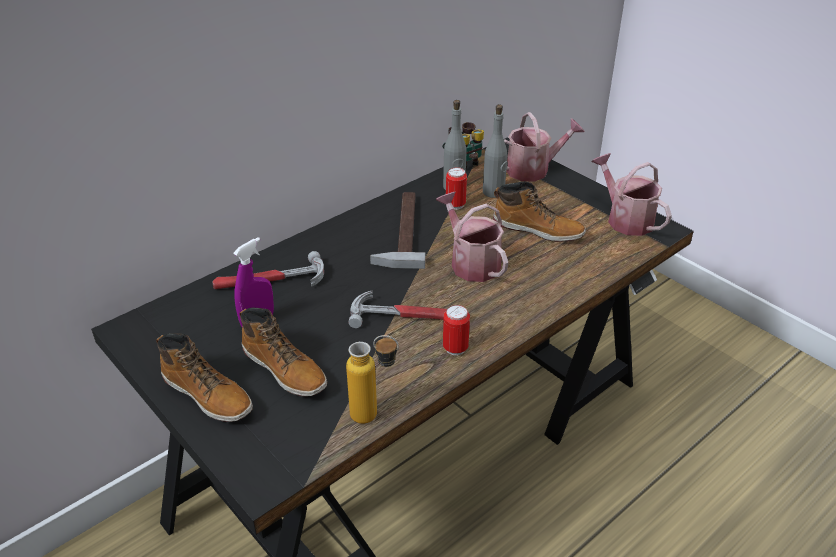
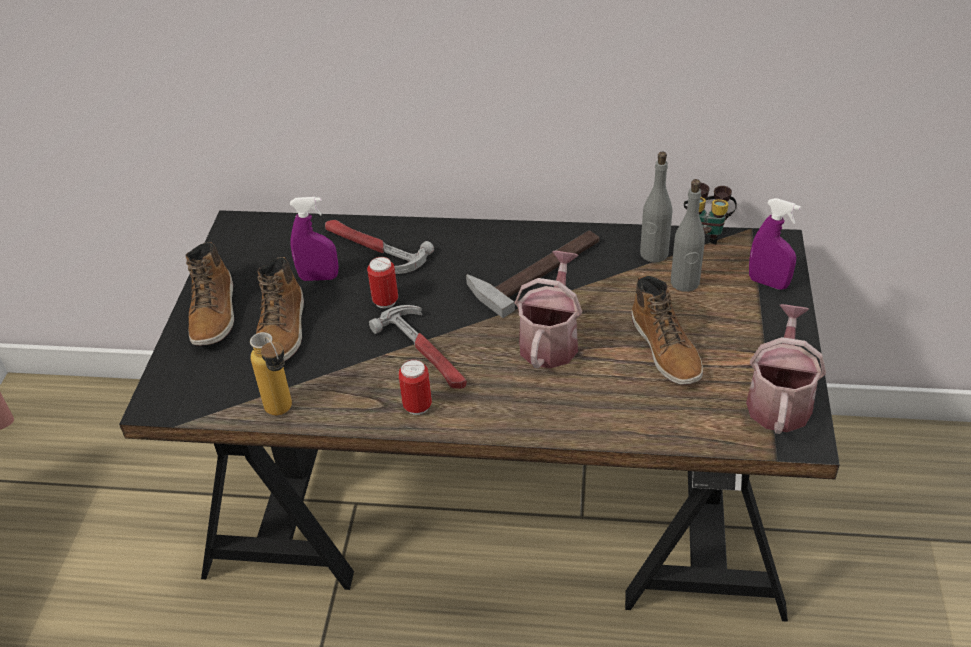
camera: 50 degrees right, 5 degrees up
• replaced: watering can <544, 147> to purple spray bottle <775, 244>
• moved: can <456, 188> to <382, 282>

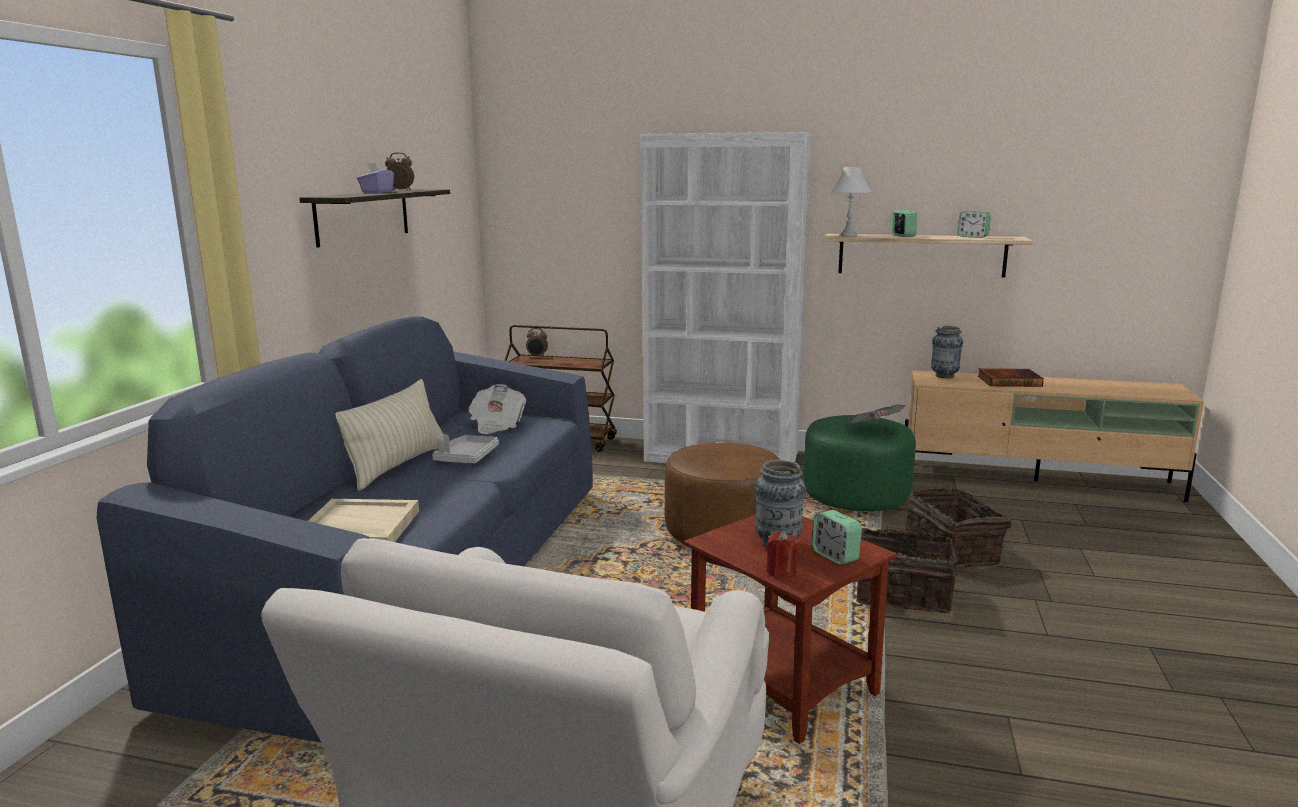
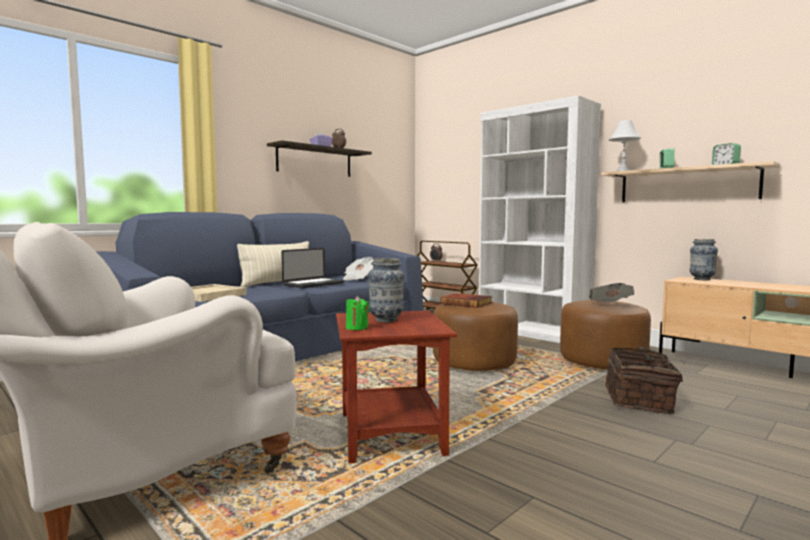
camera: 30 degrees right, 10 degrees down
• moved: book <1011, 377> to <466, 300>
• recoloured: green ottoman <859, 463> to brown ottoman <605, 334>
• replaced: grey tray <465, 448> to laptop <312, 268>
• removed: alarm clock <837, 537>
• removed: basket <907, 569>
• recoloured: red candle <782, 554> to green candle <357, 313>

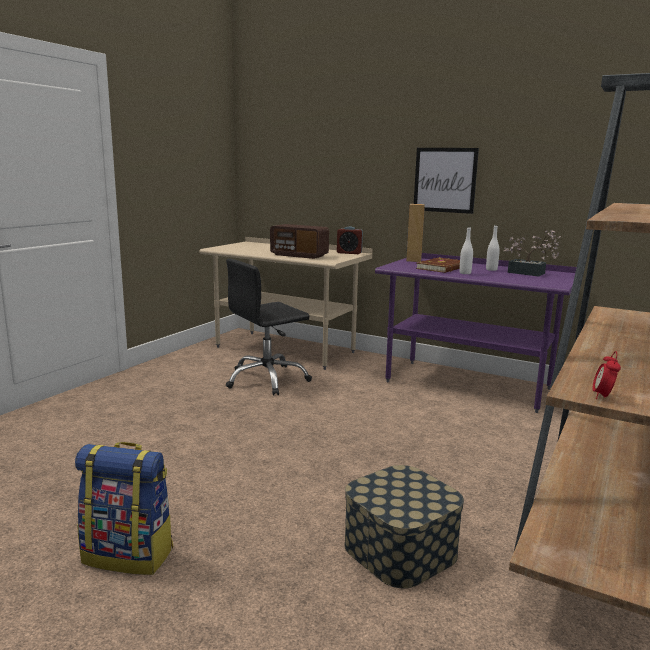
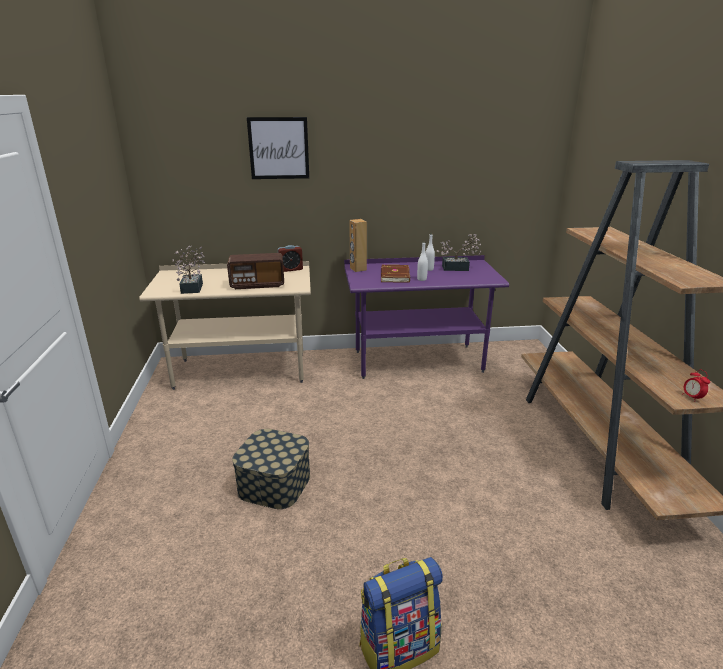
camera: 35 degrees left, 10 degrees up
• moved: picture <446, 181> to <278, 148>
• removed: black office chair <269, 327>
• moved: storage box <404, 526> to <271, 469>
• added: potted plant <189, 269>

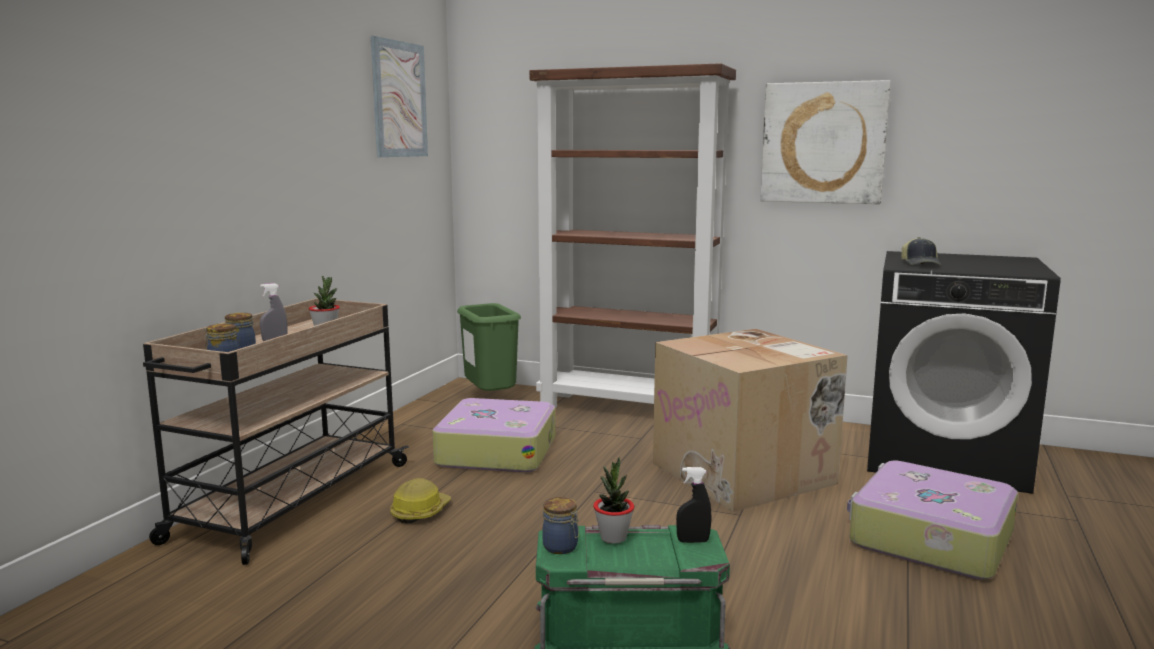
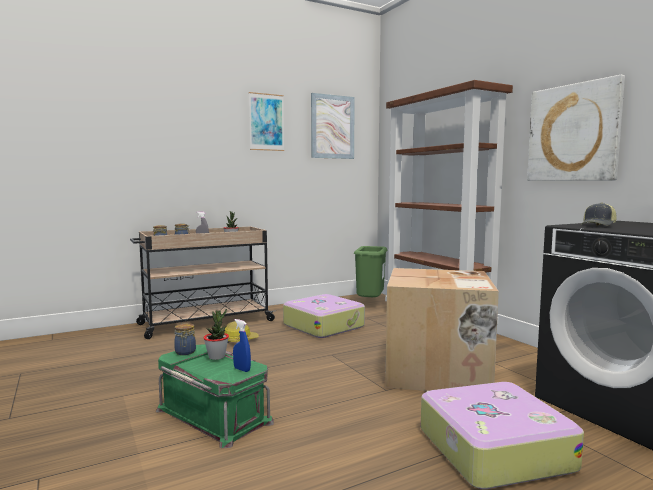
camera: 40 degrees right, 5 degrees down
• recoloured: black spray bottle <694, 505> to blue spray bottle <242, 345>
• added: picture <266, 121>

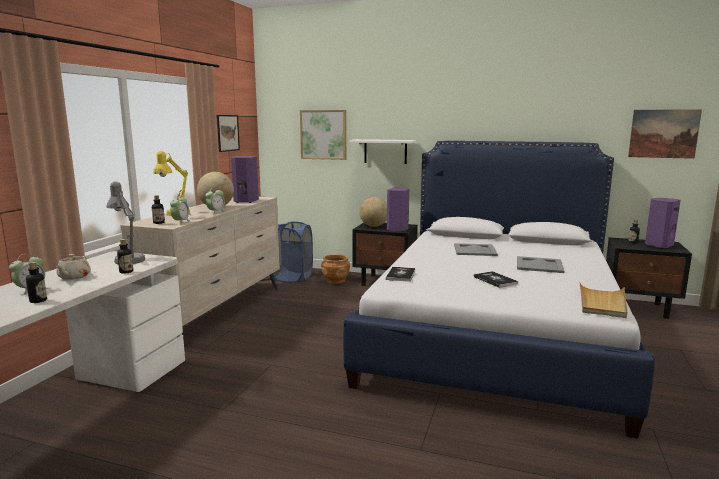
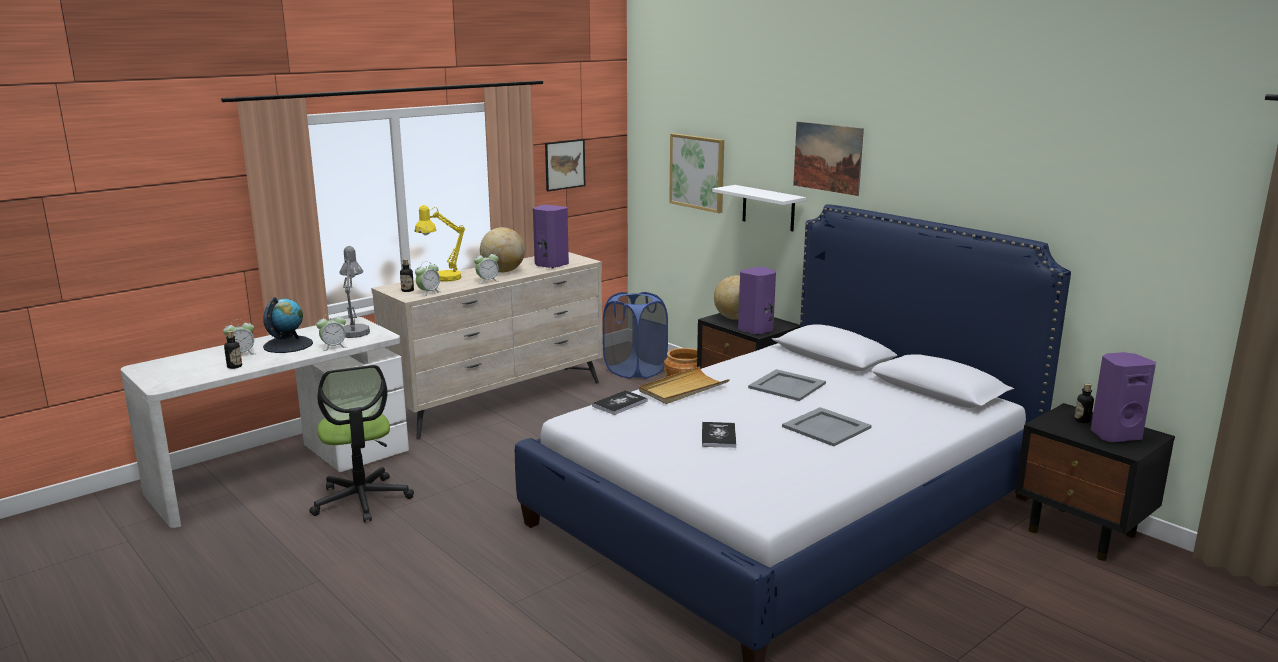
camera: 30 degrees right, 5 degrees up
• moved: picture <665, 134> to <828, 159>
• replaced: bottle <125, 256> to alarm clock <331, 332>
• replaced: beige teapot <73, 267> to globe <288, 325>
• moved: beige tray <603, 300> to <684, 385>
• added: office chair <361, 443>

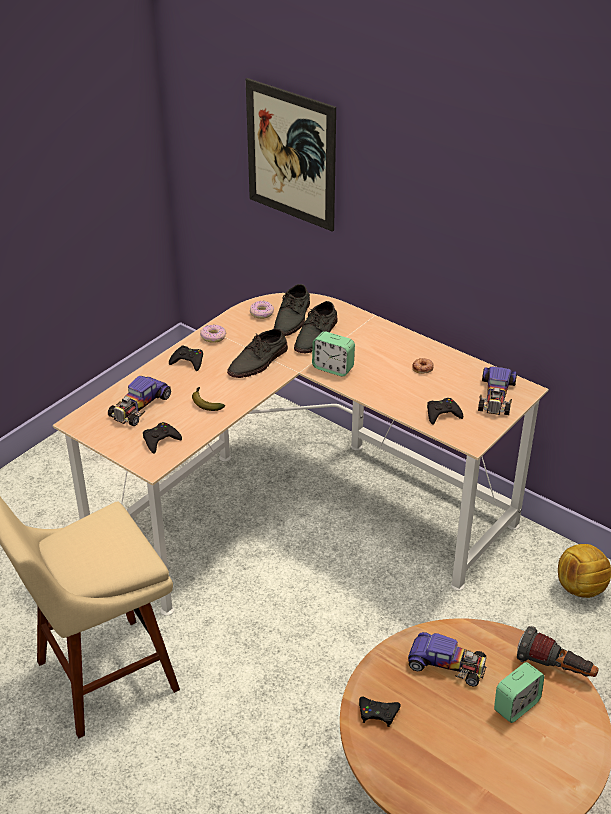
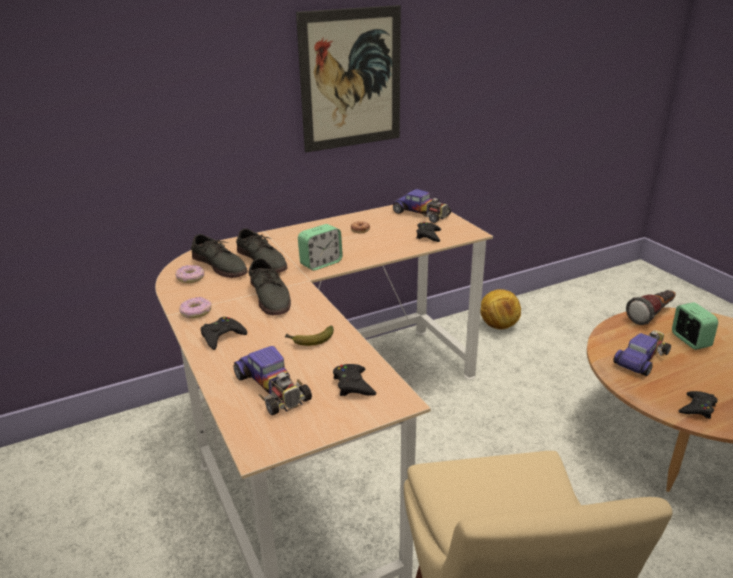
camera: 65 degrees left, 10 degrees down
• moved: picture <291, 155> to <348, 78>

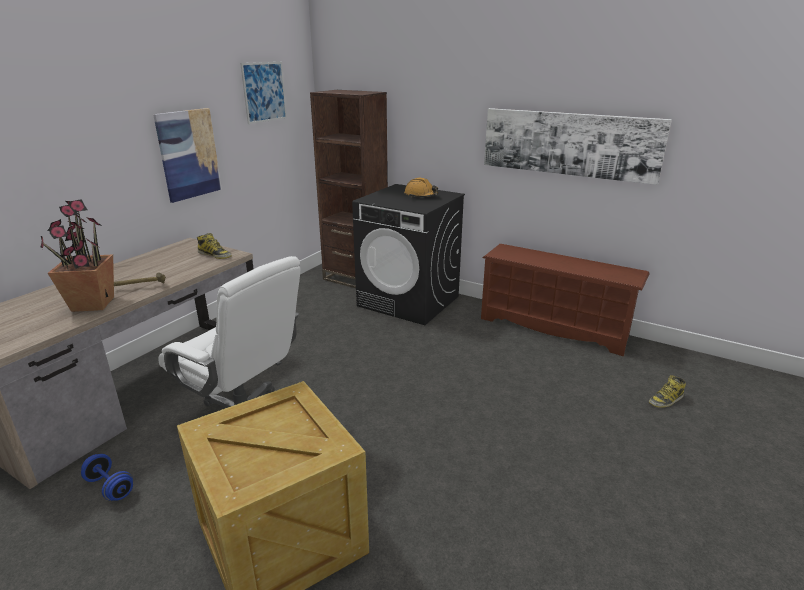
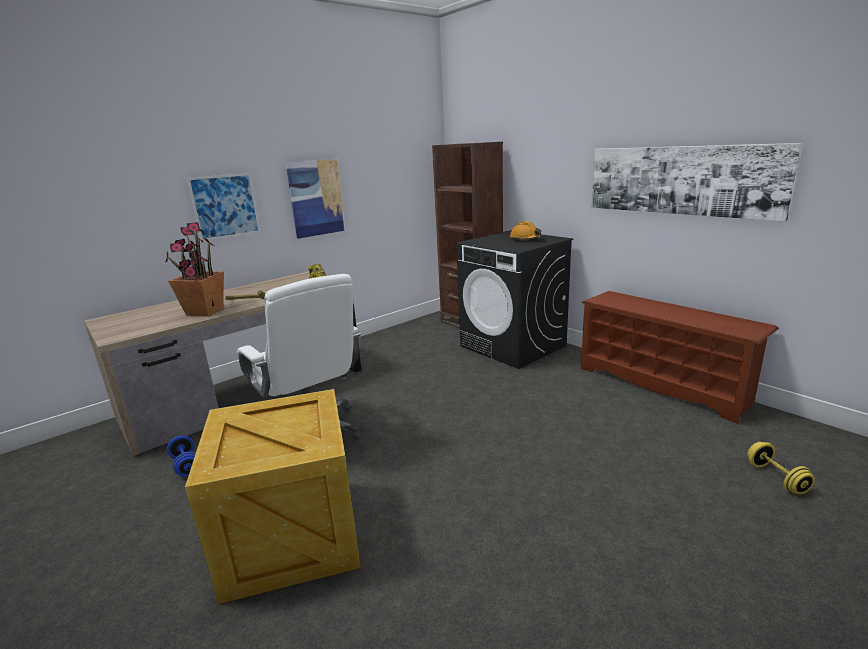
camera: 20 degrees right, 5 degrees down
• moved: picture <263, 93> to <224, 207>
• replaced: boot <667, 391> to yellow dumbbell <781, 468>

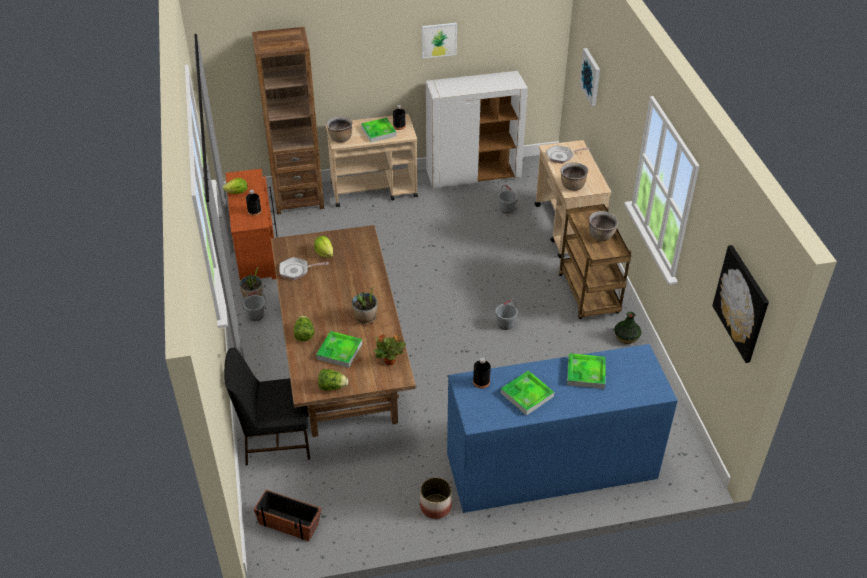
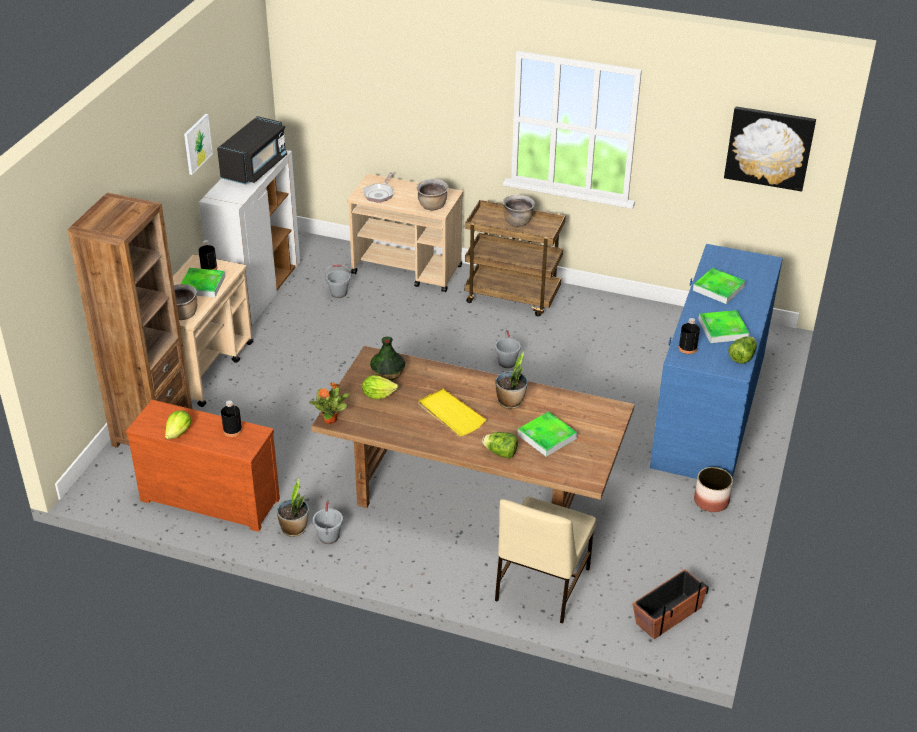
camera: 60 degrees left, 5 degrees down
• removed: picture <589, 77>
• removed: frying pan <304, 268>
• moved: vase <628, 328> to <387, 359>
• moved: potted plant <390, 349> to <329, 403>
• recoloured: black chair <267, 406> to beige chair <545, 560>
• moved: lettuce <333, 380> to <742, 350>
• added: black microwave <252, 150>
• added: yellow tray <452, 412>

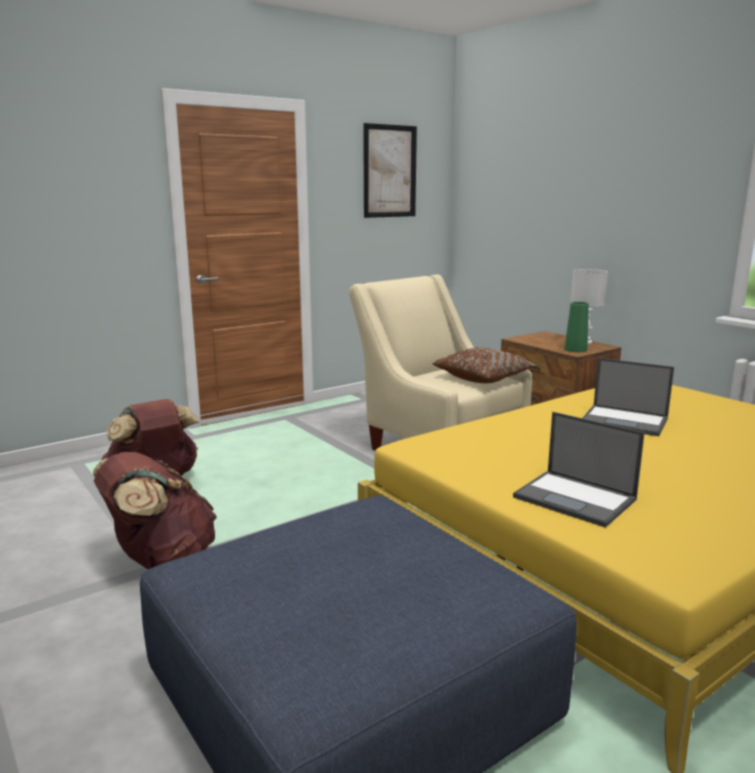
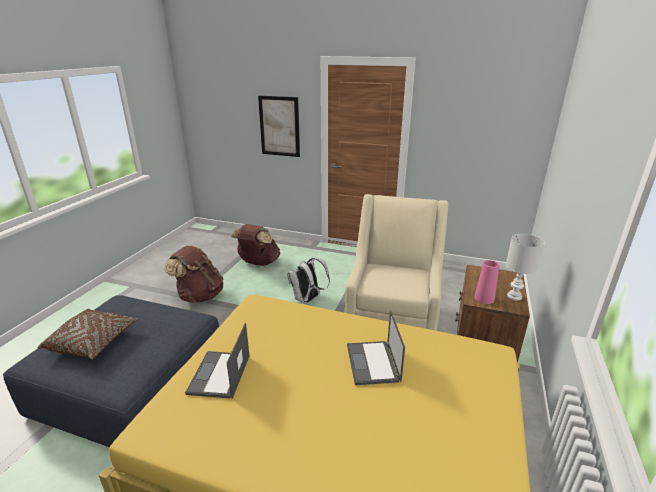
camera: 55 degrees right, 10 degrees up
• moved: picture <390, 170> to <279, 126>
• recoloured: green vase <576, 327> to pink vase <487, 282>
• moved: brown pillow <484, 365> to <88, 334>
• added: white backpack <308, 281>

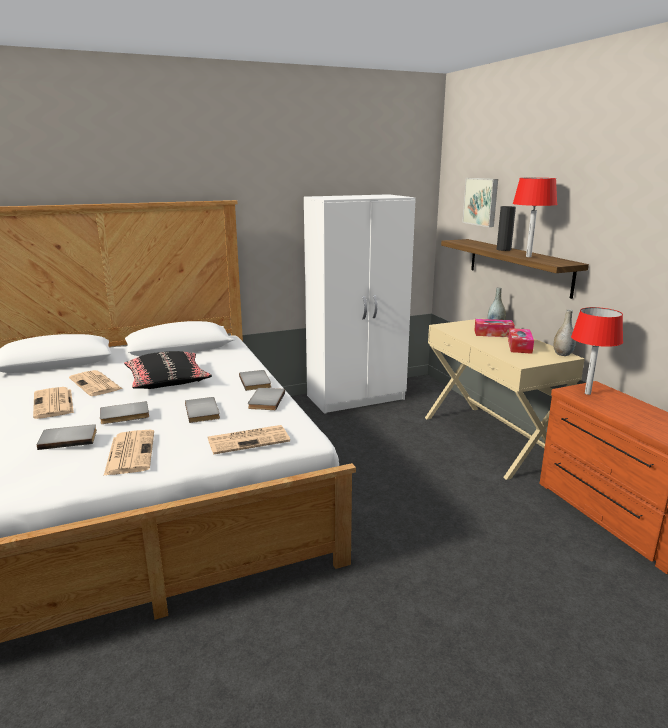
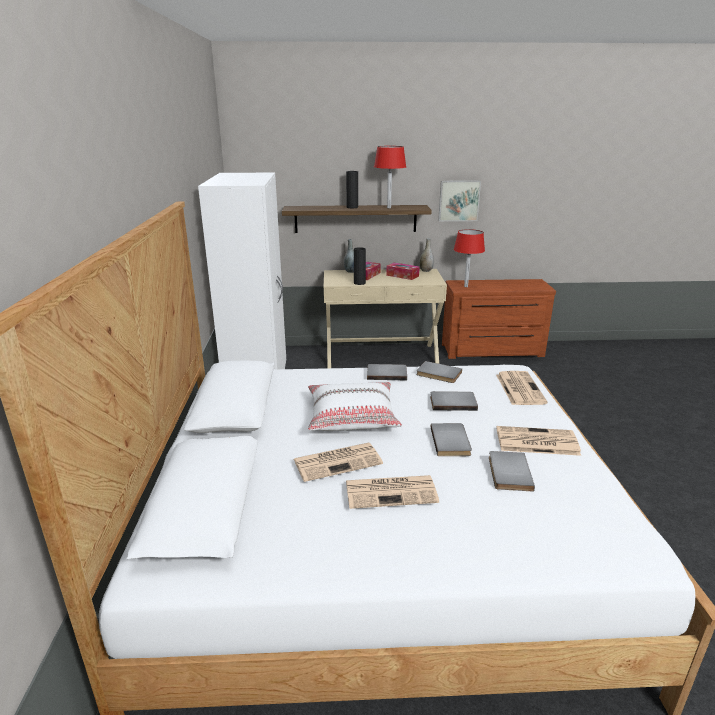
camera: 70 degrees left, 5 degrees up
• moved: picture <480, 202> to <459, 200>
• recoloured: black pillow <168, 370> to white pillow <355, 406>
• added: black vase <360, 266>

